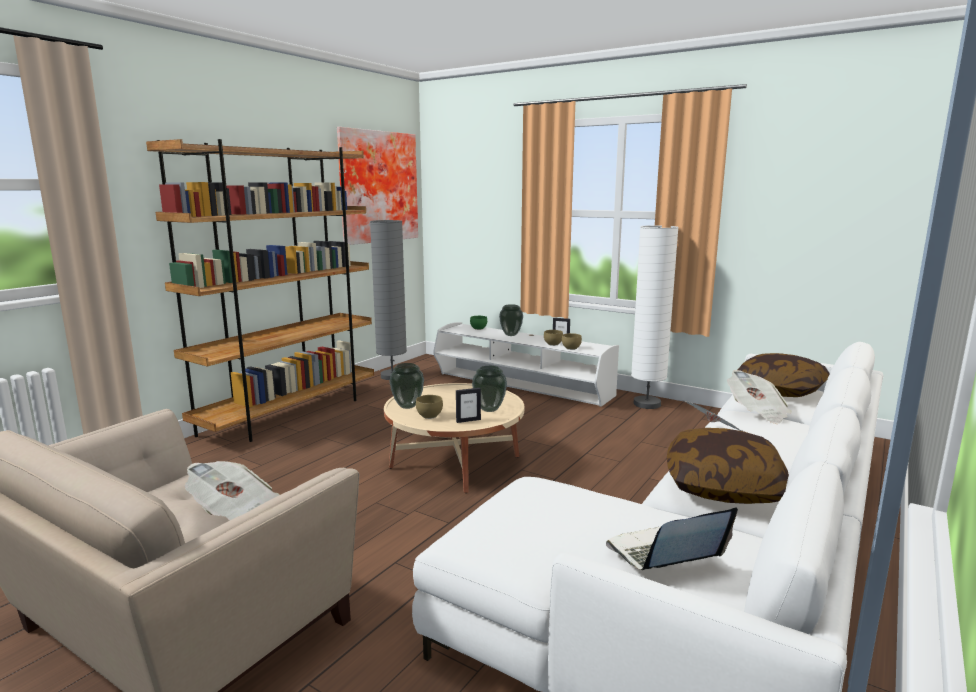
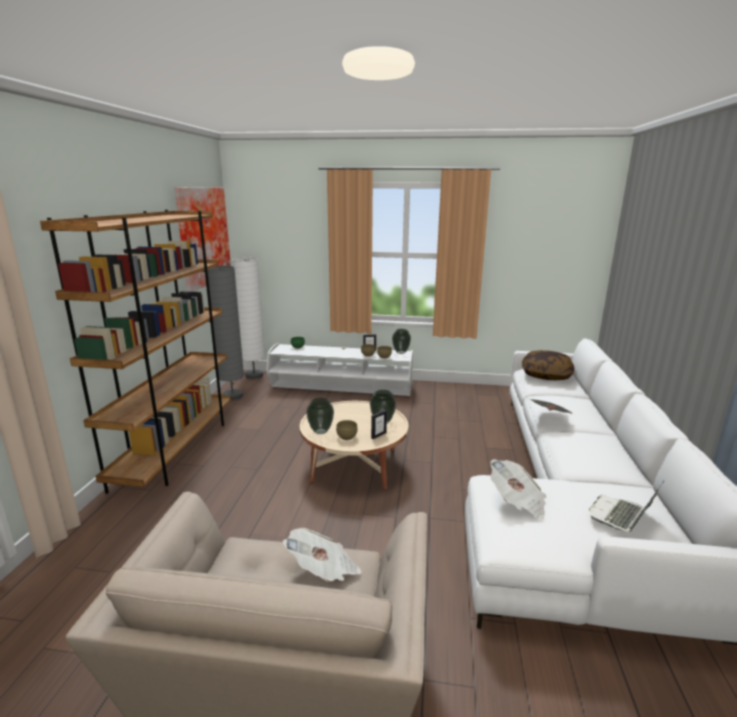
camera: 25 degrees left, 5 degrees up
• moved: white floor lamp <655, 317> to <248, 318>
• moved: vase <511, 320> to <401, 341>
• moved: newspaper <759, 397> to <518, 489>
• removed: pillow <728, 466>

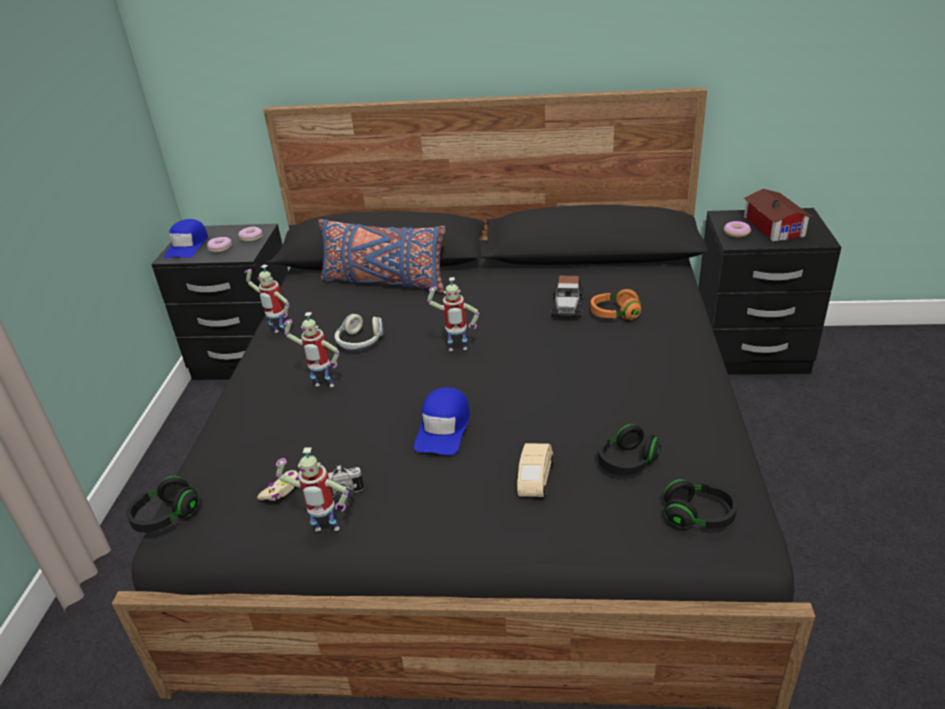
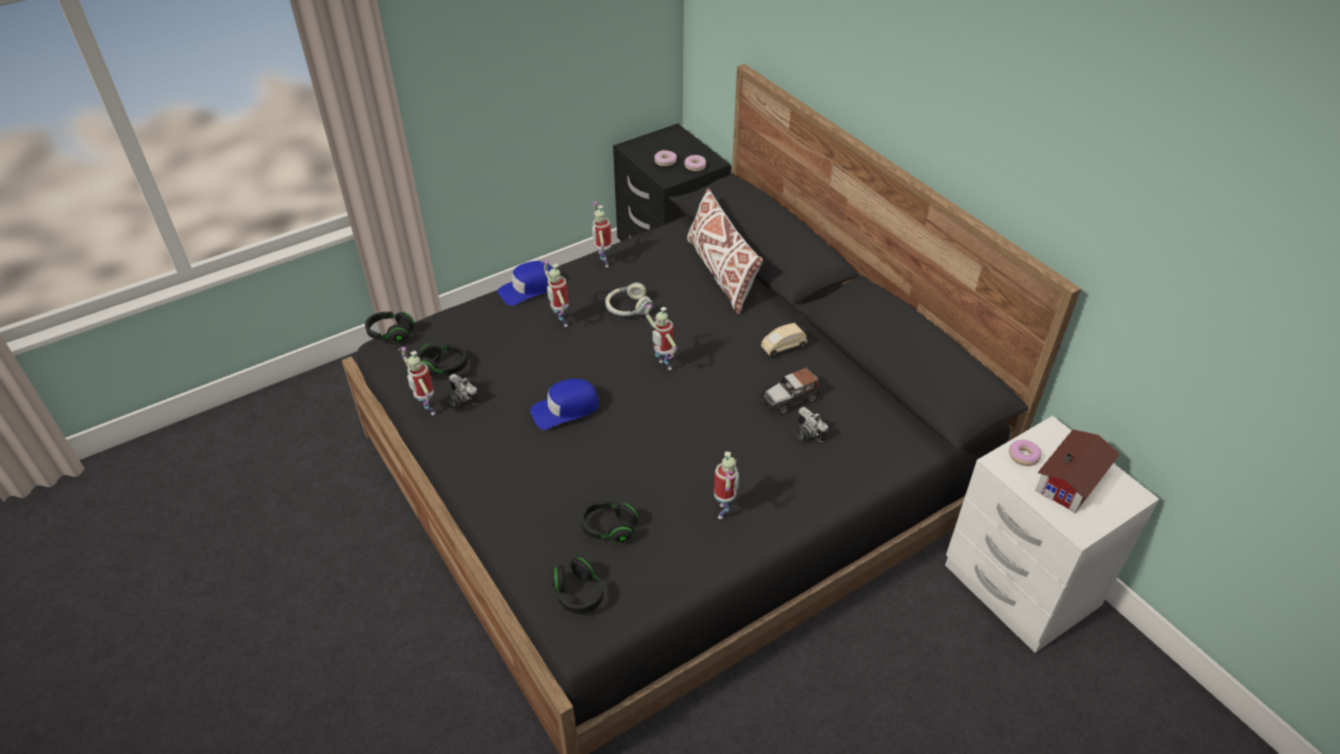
camera: 50 degrees right, 10 degrees up
• recoloured: black nightstand <770, 291> to white nightstand <1052, 534>
• moved: blue cap <186, 238> to <525, 283>
• recoloured: blue pillow <382, 256> to white pillow <725, 251>
• replaced: orange headphones <616, 304> to photo camera <812, 424>
• moved: beige toy car <535, 470> to <784, 340>
• replaced: beige game controller <278, 485> to black headphones <443, 360>
• added: toy robot <726, 485>

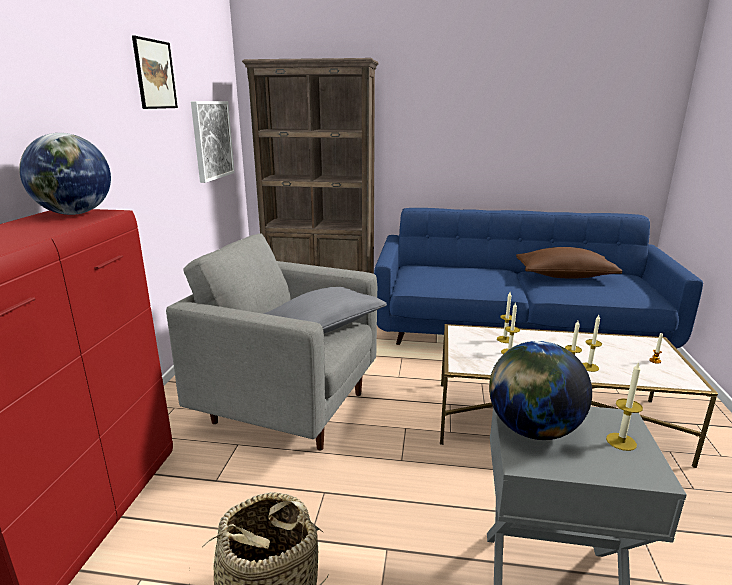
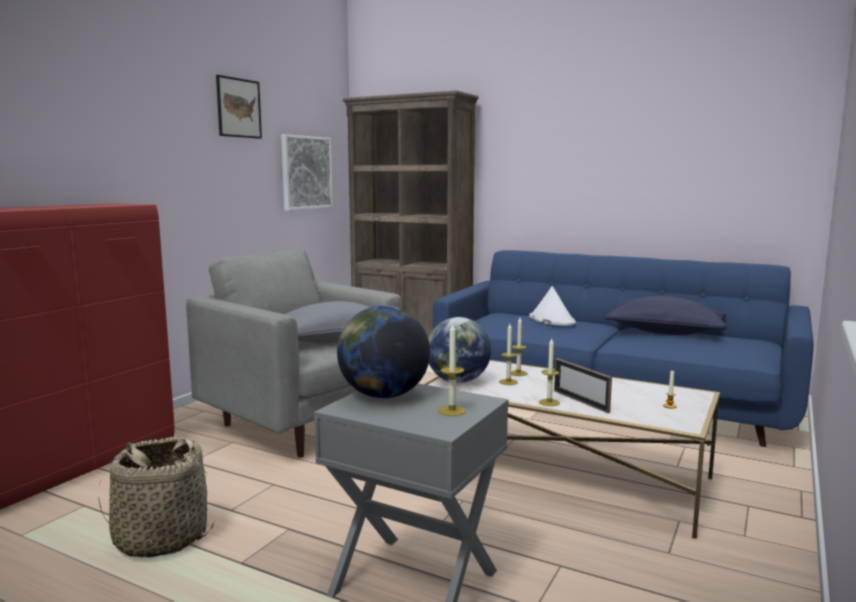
camera: 20 degrees right, 10 degrees down
• moved: globe <65, 174> to <459, 350>
• recoloured: brown pillow <569, 263> to blue pillow <666, 315>
• replaced: candle <592, 343> to picture frame <583, 385>
• added: white hat <552, 306>

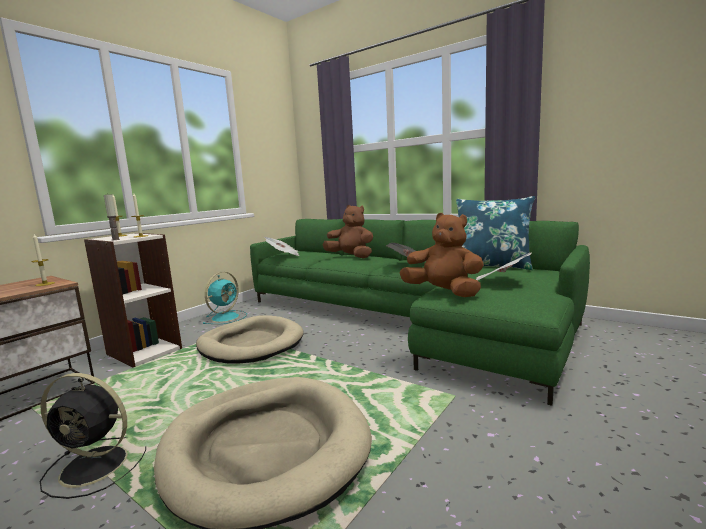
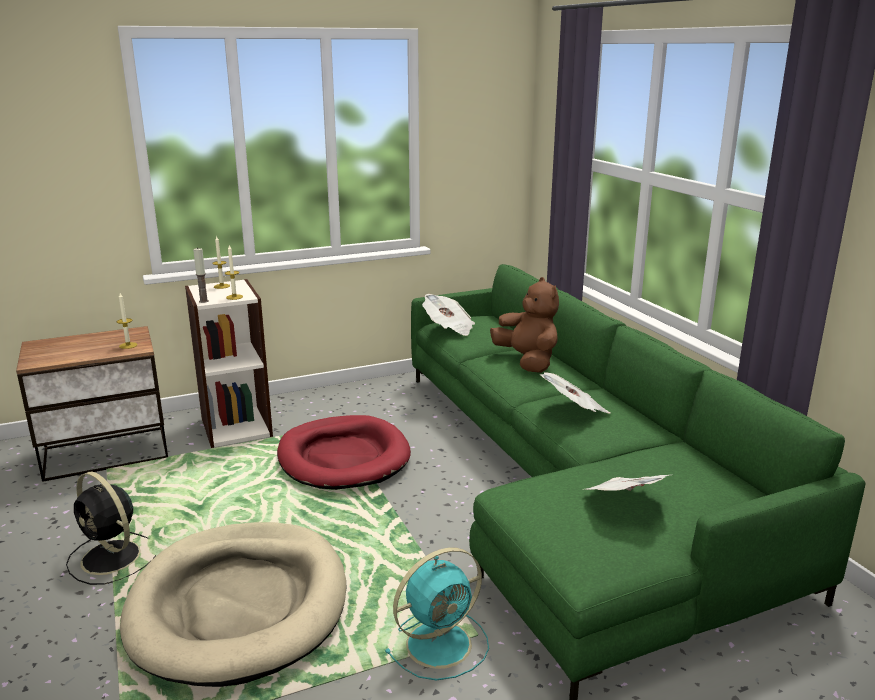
camera: 30 degrees right, 10 degrees up
• removed: blue pillow <495, 233>
• removed: brown plush toy <442, 255>
• moved: turquoise fan <225, 298> to <437, 613>
• recoloured: beige dog bed <249, 339> to red dog bed <344, 452>

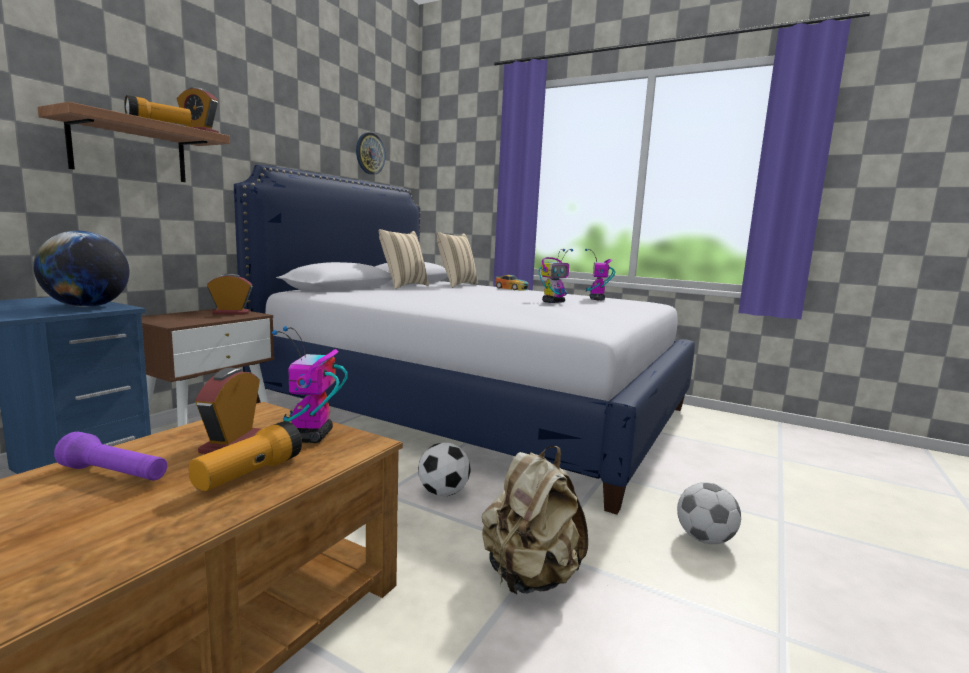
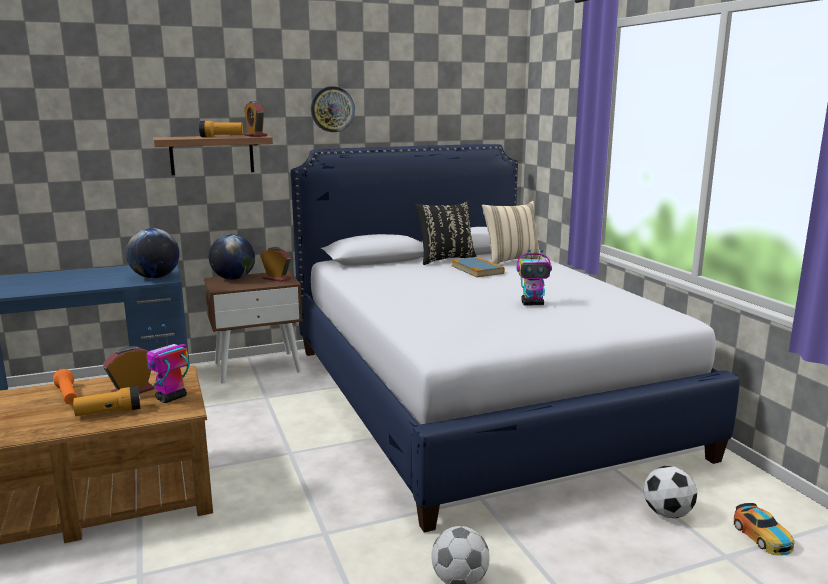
camera: 40 degrees right, 5 degrees up
• moved: wall clock <370, 153> to <333, 109>
• recoloured: beige pillow <404, 259> to black pillow <446, 232>
• removed: toy robot <600, 275>
• moved: toy car <512, 283> to <764, 529>
• recoloured: purple flashlight <110, 456> to orange flashlight <65, 386>
• moved: football <444, 469> to <670, 492>
• removed: beige backpack <535, 520>
• added: globe <232, 257>
• added: book <478, 267>

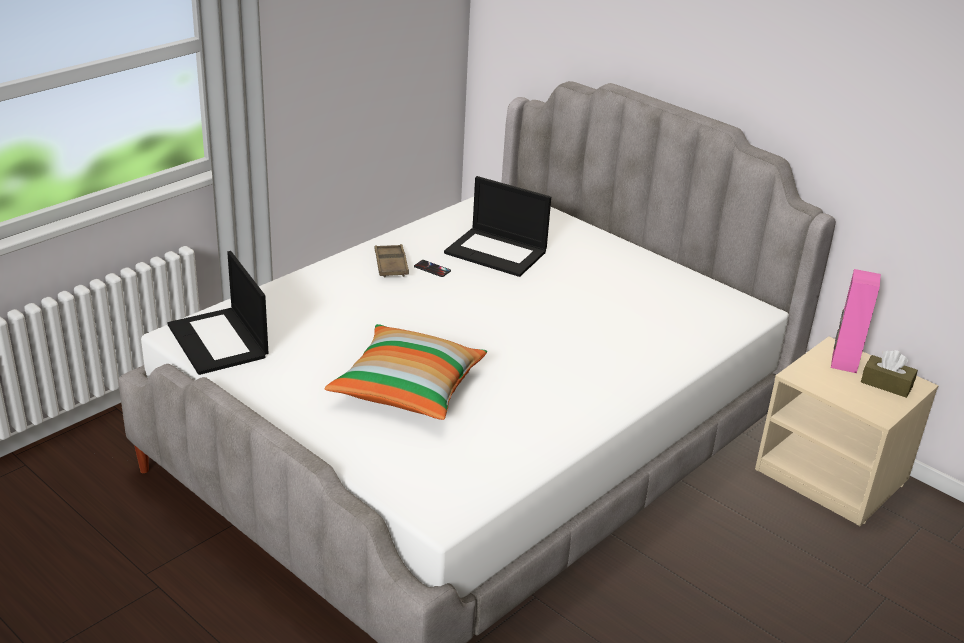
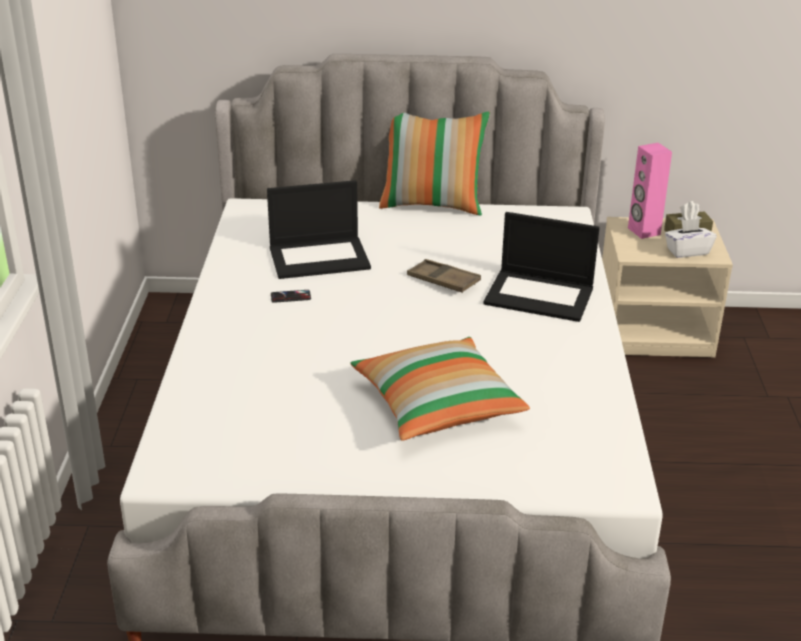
camera: 40 degrees left, 0 degrees up
• moved: brown tray <392, 260> to <444, 276>
• moved: laptop <217, 313> to <542, 267>
• added: pillow <434, 163>
• added: white tissue box <691, 238>

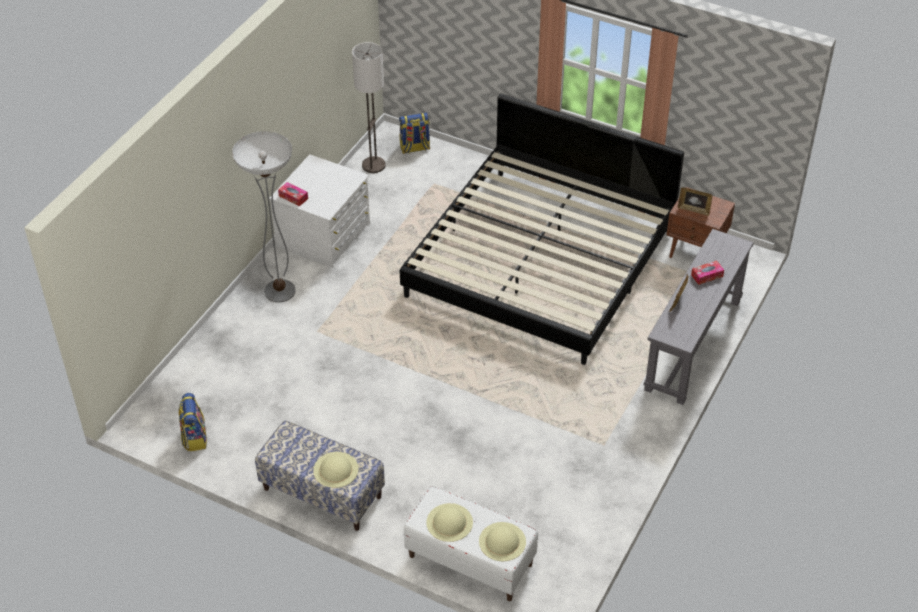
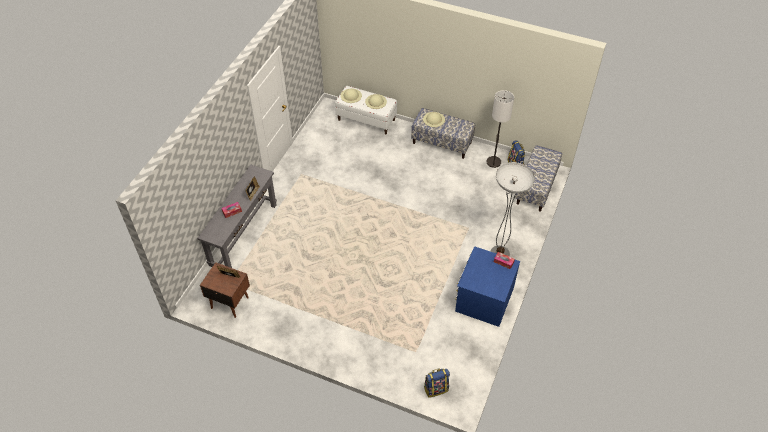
camera: 175 degrees right, 5 degrees up
• moved: floor lamp <368, 107> to <500, 129>
• removed: bed <542, 229>
• recoloured: white dresser <319, 211> to blue dresser <487, 286>
• added: bench <538, 178>

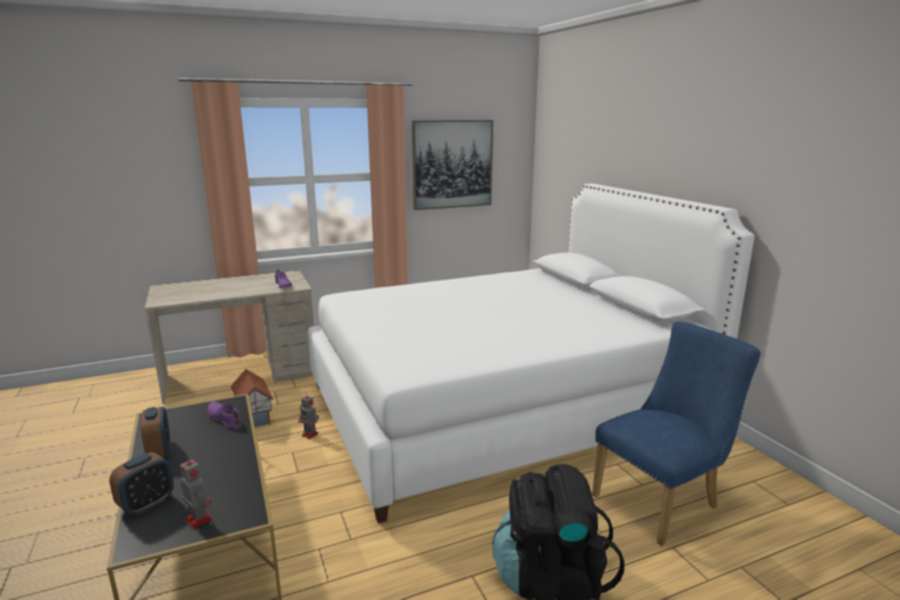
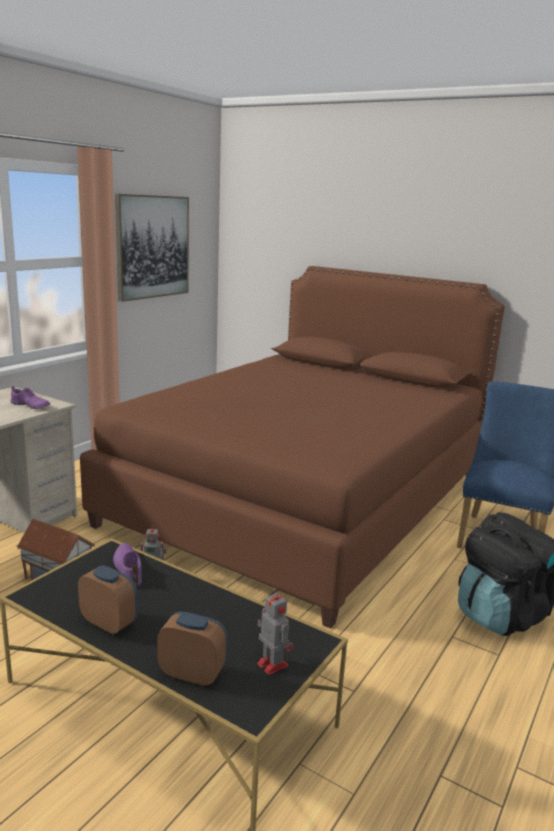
camera: 35 degrees left, 0 degrees up
• recoloured: white bed <531, 353> to brown bed <292, 447>
• turned: purple shoe <224, 415> = <127, 565> 60 degrees clockwise
• turned: alarm clock <141, 483> = <192, 648> 75 degrees counterclockwise
• turned: toy robot <196, 492> = <275, 631> 45 degrees clockwise

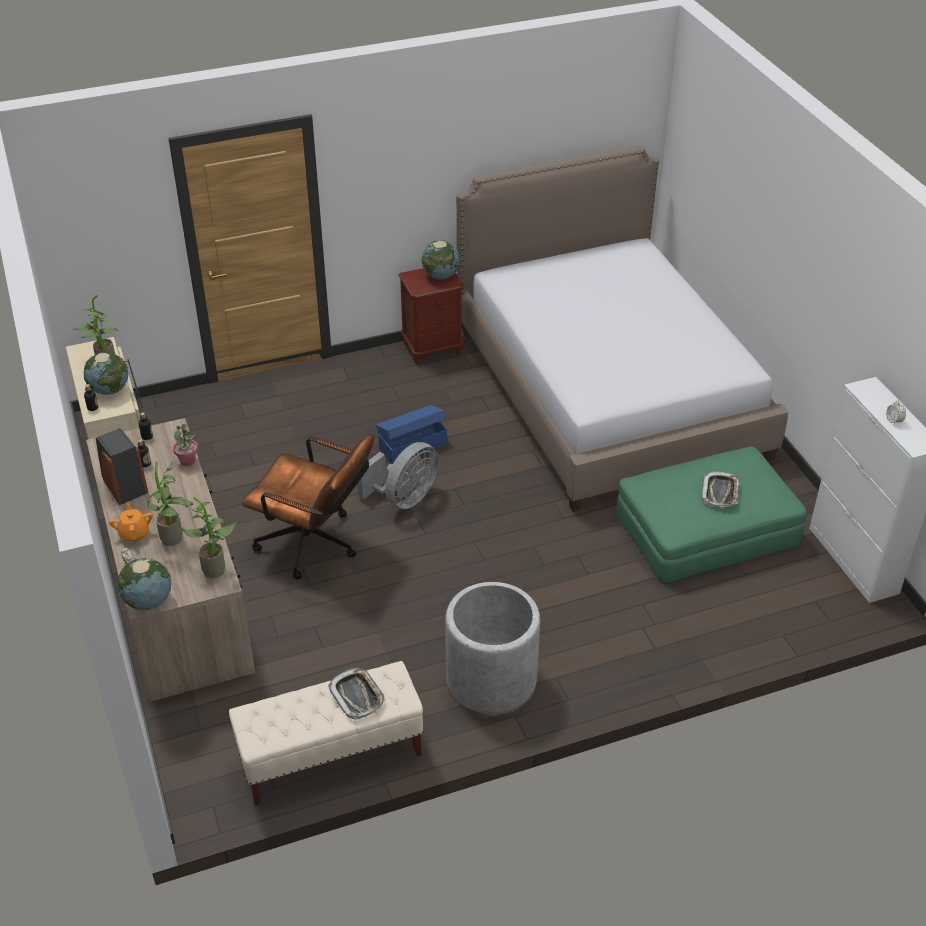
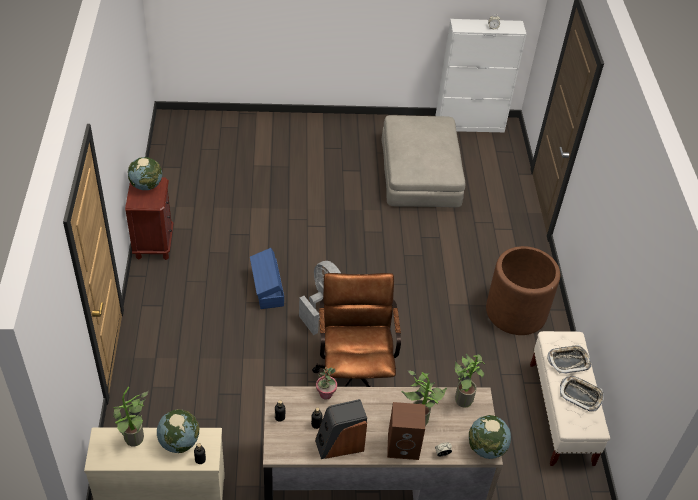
camera: 75 degrees left, 5 degrees up
• removed: bed <622, 329>
• turned: brown office chair <308, 507> = <356, 330> 45 degrees counterclockwise
• recoloured: green ottoman <711, 515> to beige ottoman <423, 161>
• moved: tray <720, 489> to <582, 394>
• replaced: orange teapot <131, 522> to brown speaker <406, 431>
• recoloured: grey planter <492, 648> to brown planter <523, 290>

